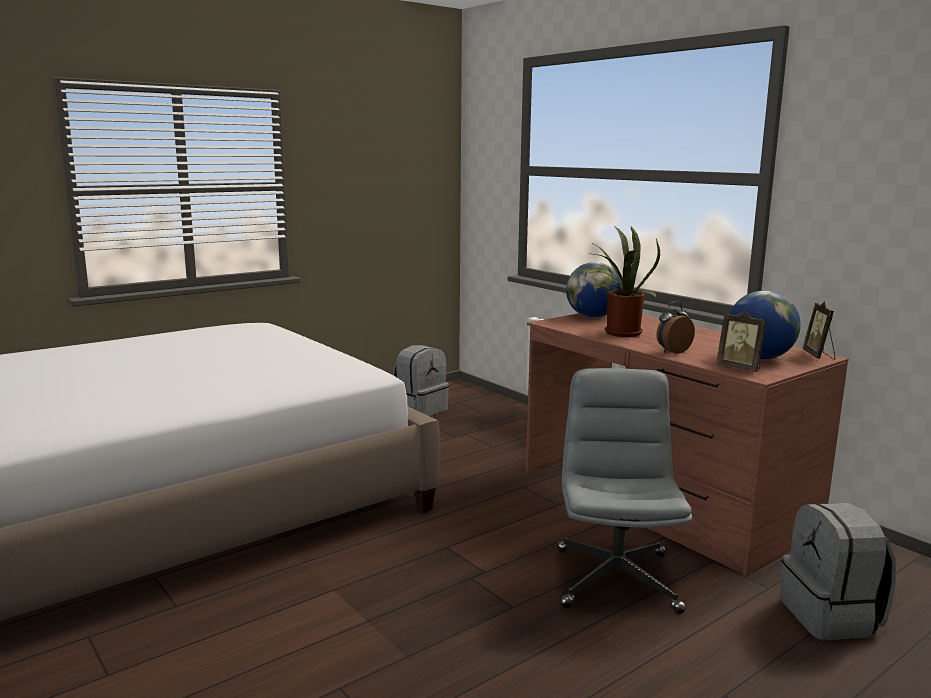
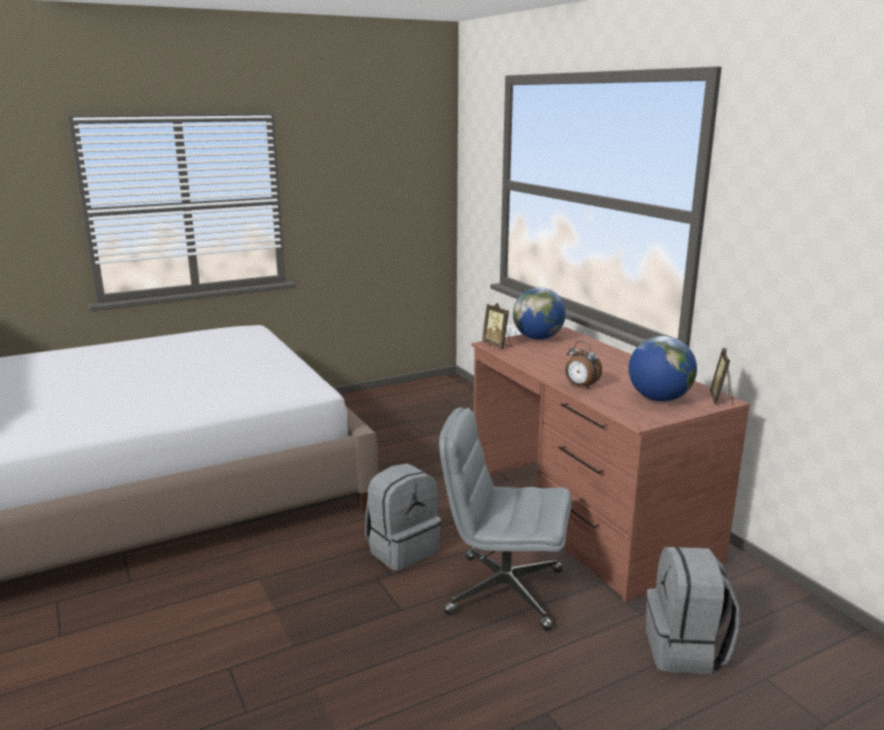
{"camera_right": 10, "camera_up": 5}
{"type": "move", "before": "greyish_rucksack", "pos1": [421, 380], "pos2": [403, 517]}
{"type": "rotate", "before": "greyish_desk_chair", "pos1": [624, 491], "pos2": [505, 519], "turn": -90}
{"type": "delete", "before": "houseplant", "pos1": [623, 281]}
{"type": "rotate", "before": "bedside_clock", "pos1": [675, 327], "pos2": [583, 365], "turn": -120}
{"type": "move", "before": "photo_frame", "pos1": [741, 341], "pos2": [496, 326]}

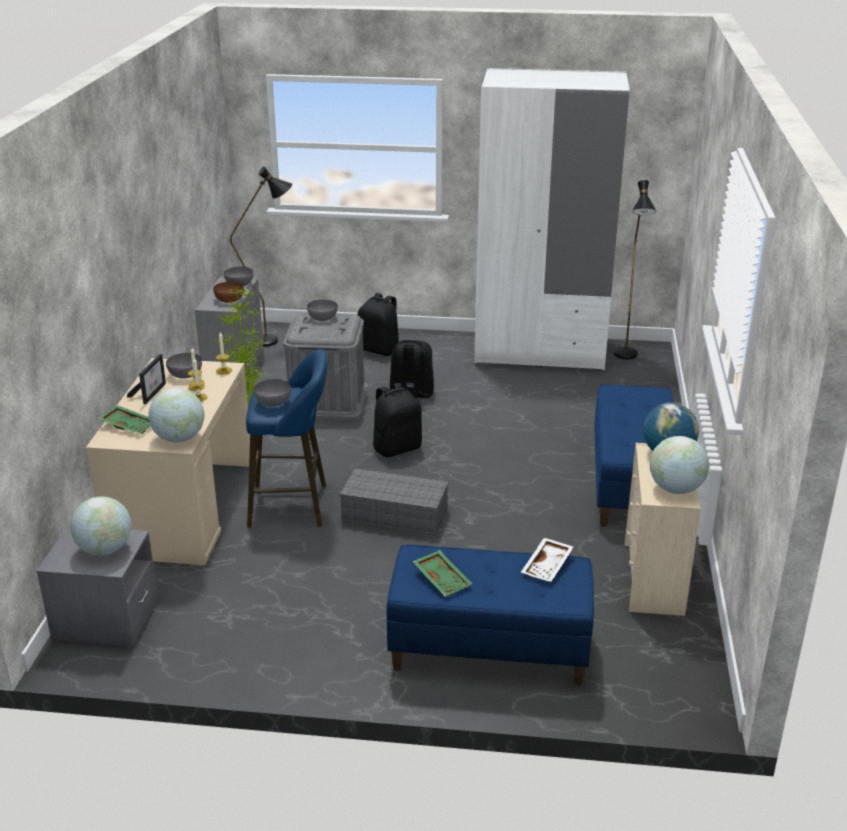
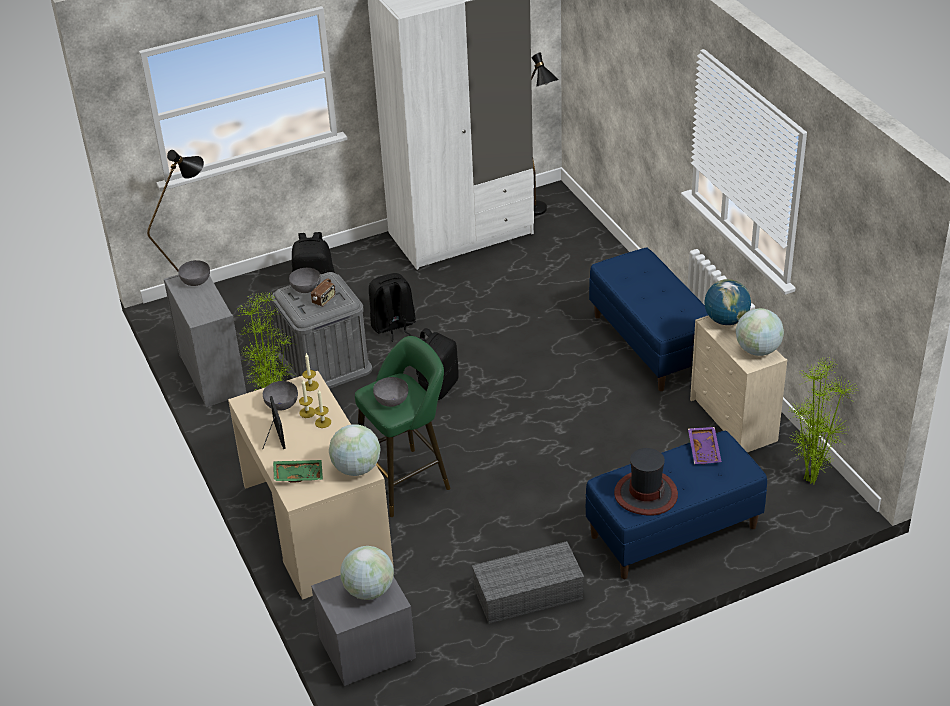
{"camera_right": -30, "camera_up": 10}
{"type": "delete", "before": "brownish_bowl", "pos1": [228, 292]}
{"type": "recolor", "before": "blue-coloured_stool_seat", "after": "greenish_stool_seat", "pos1": [287, 438], "pos2": [402, 426]}
{"type": "move", "before": "greyish_storage_bin", "pos1": [394, 502], "pos2": [528, 582]}
{"type": "replace", "before": "greenish_tray", "after": "wearable_hat", "pos1": [442, 573], "pos2": [646, 482]}
{"type": "recolor", "before": "whitish_tray", "after": "purple-coloured_tray", "pos1": [547, 560], "pos2": [705, 445]}
{"type": "insert", "after": "radio_set", "pos2": [323, 290]}
{"type": "insert", "after": "houseplant", "pos2": [822, 420]}

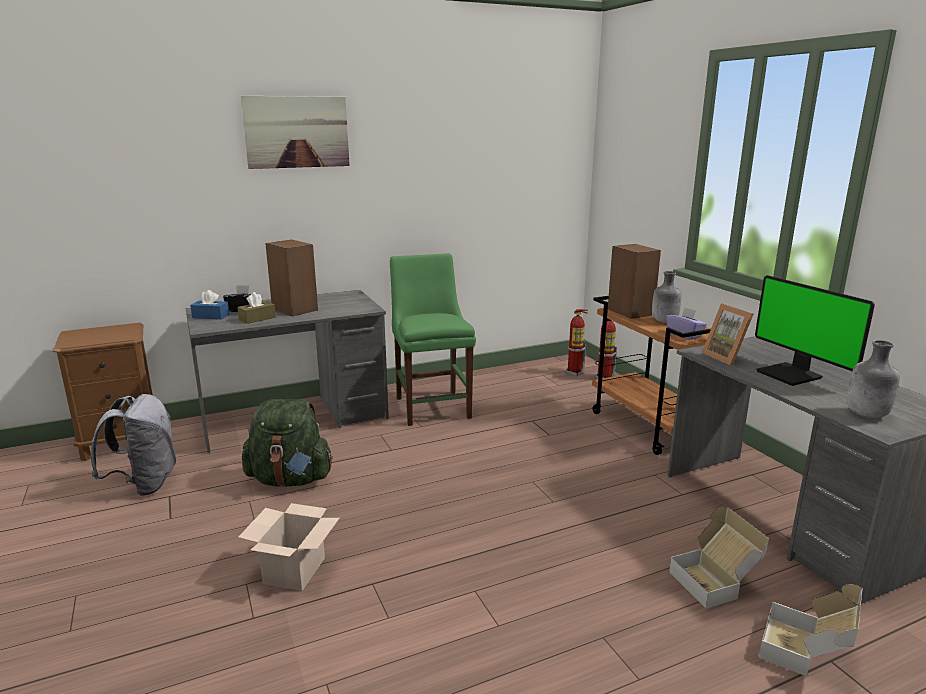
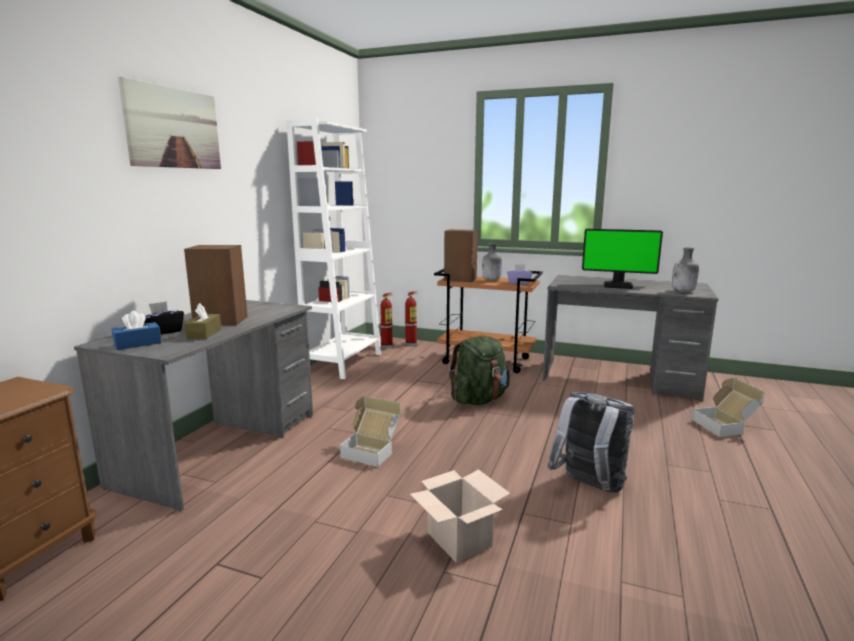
{"camera_right": -45, "camera_up": -5}
{"type": "move", "before": "greyish_rucksack", "pos1": [133, 445], "pos2": [591, 442]}
{"type": "move", "before": "greenish_rucksack", "pos1": [287, 443], "pos2": [479, 370]}
{"type": "delete", "before": "greenish_plain_chair", "pos1": [433, 339]}
{"type": "move", "before": "cardboard_box", "pos1": [719, 558], "pos2": [370, 431]}
{"type": "delete", "before": "photo_frame", "pos1": [727, 334]}
{"type": "insert", "after": "whitish_bookcase", "pos2": [334, 249]}

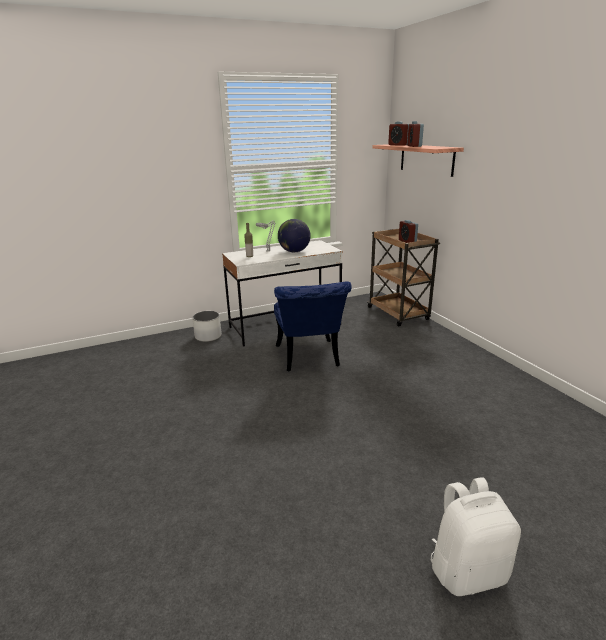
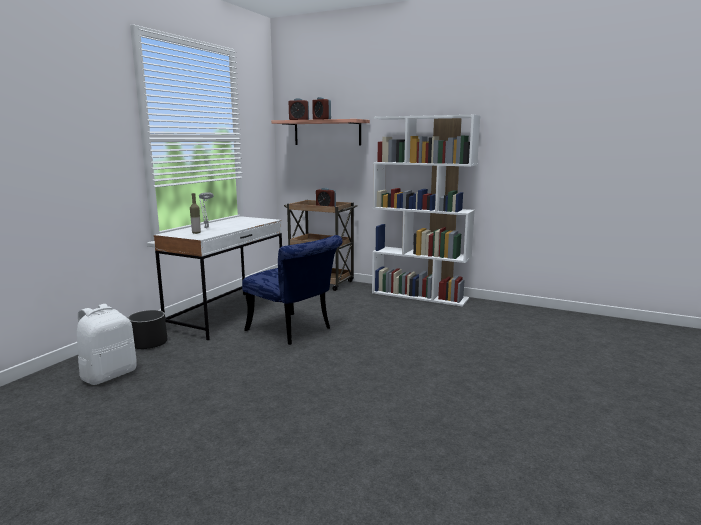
{"camera_right": -40, "camera_up": -10}
{"type": "recolor", "before": "whitish_flower_pot", "after": "blackish_flower_pot", "pos1": [207, 326], "pos2": [147, 330]}
{"type": "delete", "before": "globe", "pos1": [294, 236]}
{"type": "move", "before": "whitish_rucksack", "pos1": [476, 536], "pos2": [107, 344]}
{"type": "insert", "after": "whitish_bookcase", "pos2": [426, 211]}

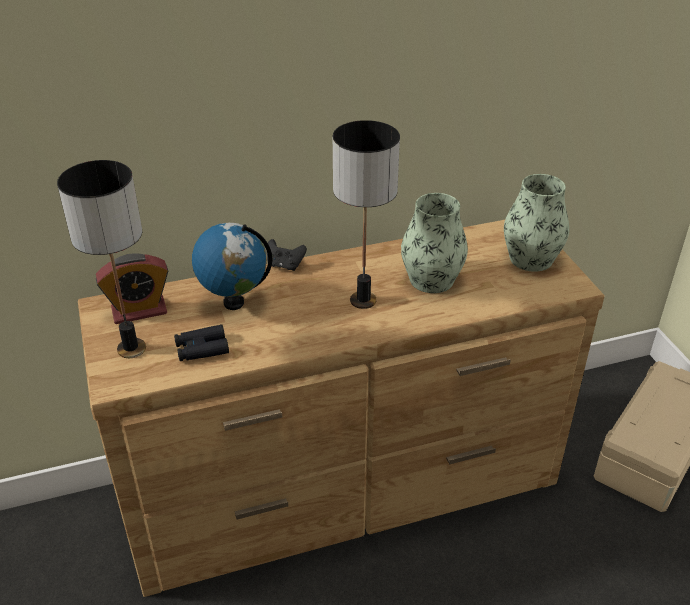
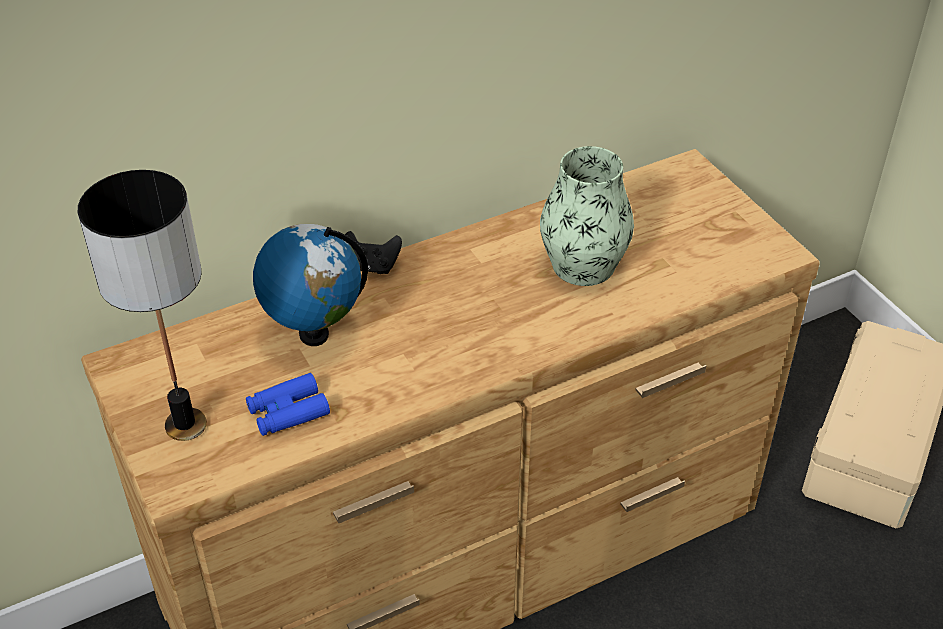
{"camera_right": -10, "camera_up": 5}
{"type": "delete", "before": "bedside_clock", "pos1": [132, 288]}
{"type": "recolor", "before": "blackish_pair_of_binoculars", "after": "blue-coloured_pair_of_binoculars", "pos1": [201, 342], "pos2": [288, 404]}
{"type": "delete", "before": "lamp_for_a_table", "pos1": [366, 214]}
{"type": "delete", "before": "vase", "pos1": [536, 223]}

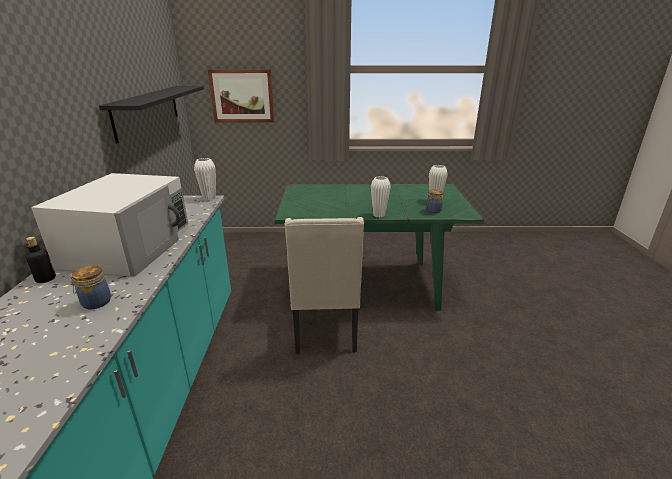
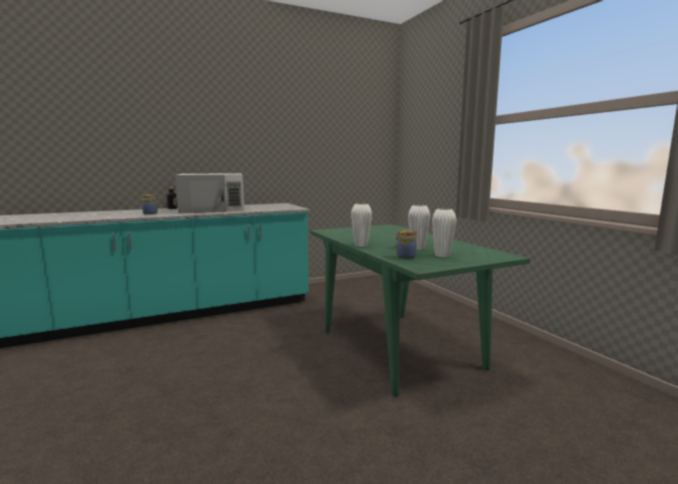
{"camera_right": 65, "camera_up": -15}
{"type": "delete", "before": "blackish_wall_shelf", "pos1": [151, 115]}
{"type": "move", "before": "whitish_vase", "pos1": [205, 179], "pos2": [419, 227]}
{"type": "delete", "before": "picture", "pos1": [241, 95]}
{"type": "delete", "before": "sand-coloured_plain_chair", "pos1": [324, 285]}

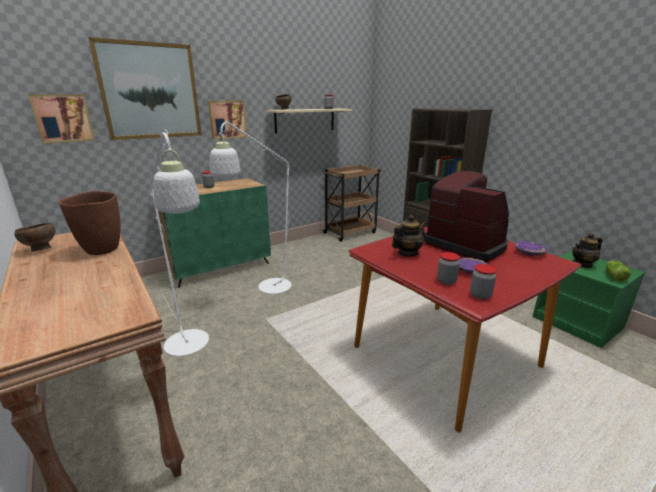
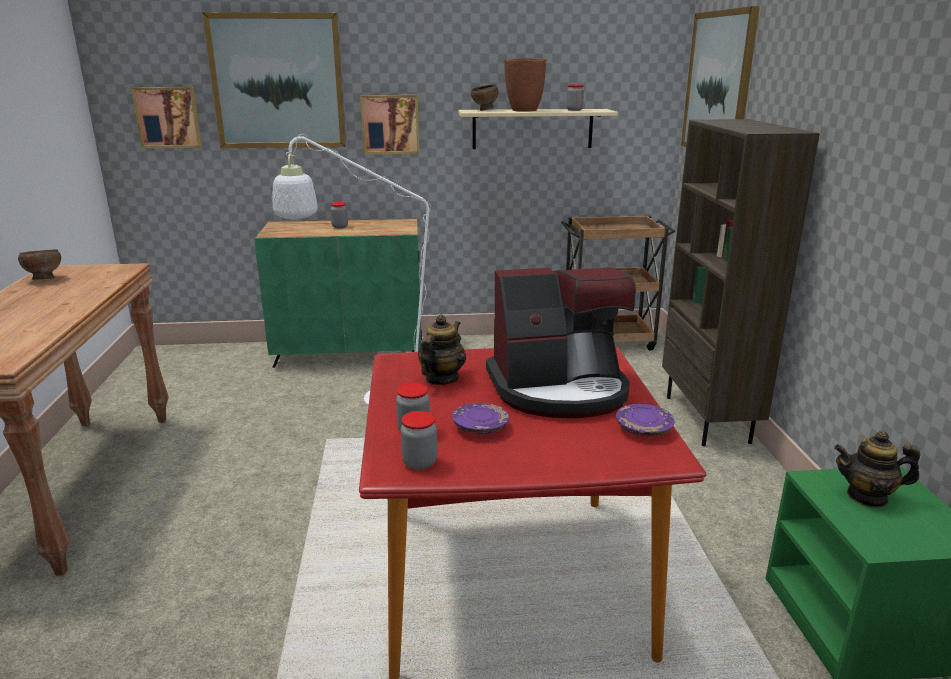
{"camera_right": 30, "camera_up": 0}
{"type": "move", "before": "brownish_vase", "pos1": [90, 223], "pos2": [525, 85]}
{"type": "delete", "before": "whitish_standing_lamp", "pos1": [179, 242]}
{"type": "rotate", "before": "pot_for_tea", "pos1": [409, 236], "pos2": [442, 350], "turn": -60}
{"type": "rotate", "before": "coffee_maker", "pos1": [466, 216], "pos2": [561, 342], "turn": 90}
{"type": "delete", "before": "lettuce_head", "pos1": [618, 270]}
{"type": "insert", "after": "picture", "pos2": [720, 76]}

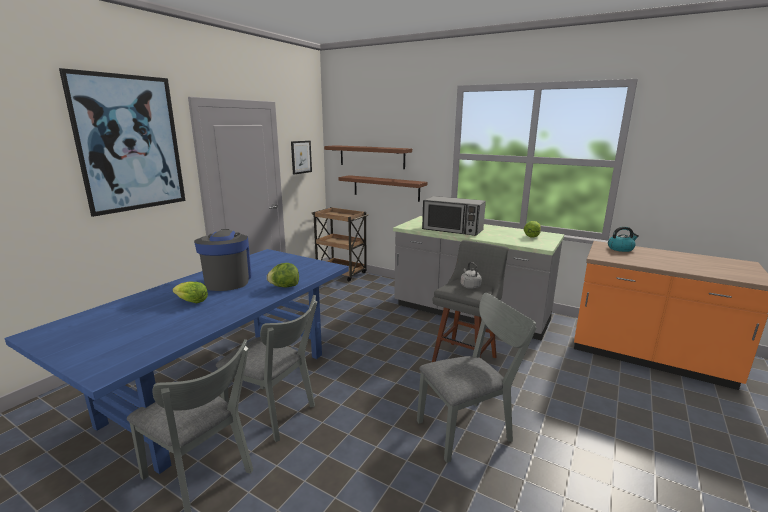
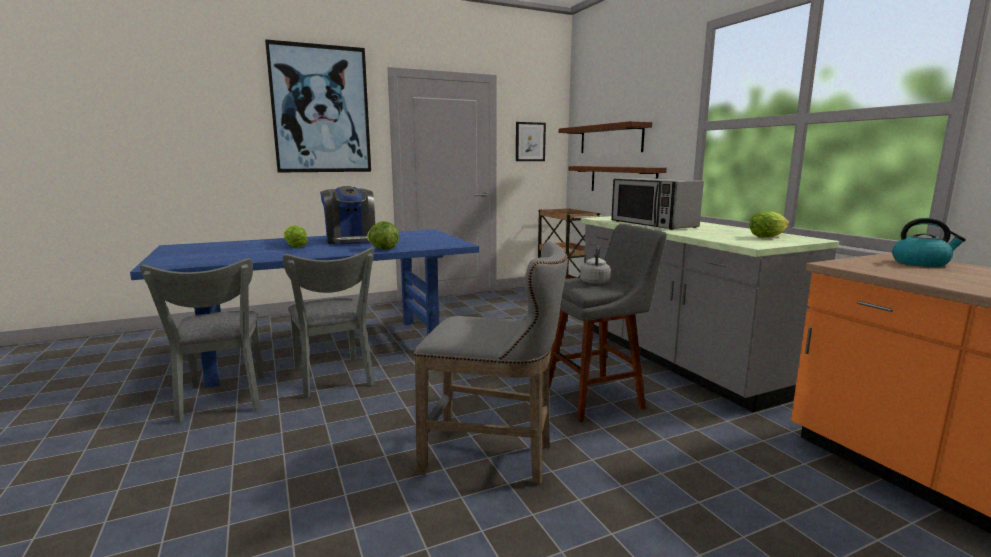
{"camera_right": 35, "camera_up": -5}
{"type": "rotate", "before": "coffee_maker", "pos1": [223, 260], "pos2": [347, 215], "turn": 135}
{"type": "replace", "before": "greyish_plain_chair", "after": "greyish_stool_seat", "pos1": [476, 378], "pos2": [491, 363]}

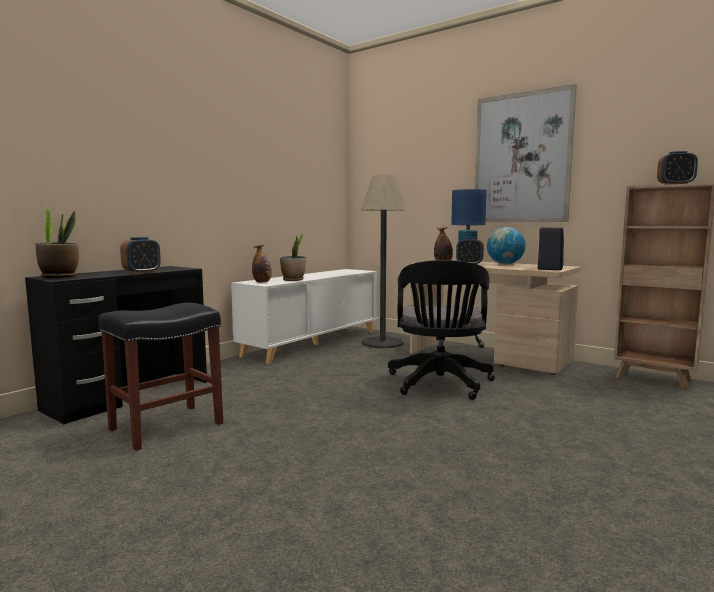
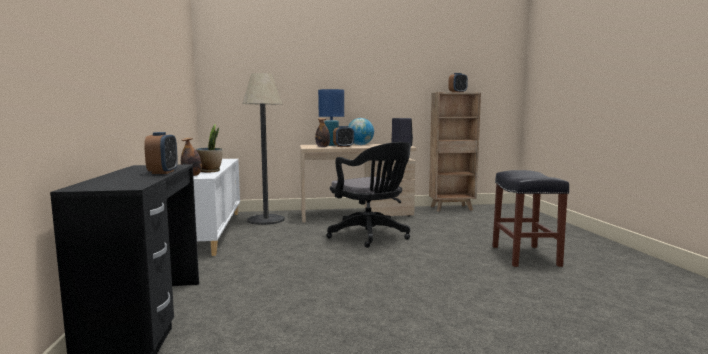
{"camera_right": -45, "camera_up": 0}
{"type": "delete", "before": "houseplant", "pos1": [57, 242]}
{"type": "move", "before": "blackish_stool_seat", "pos1": [160, 377], "pos2": [530, 218]}
{"type": "delete", "before": "picture", "pos1": [526, 153]}

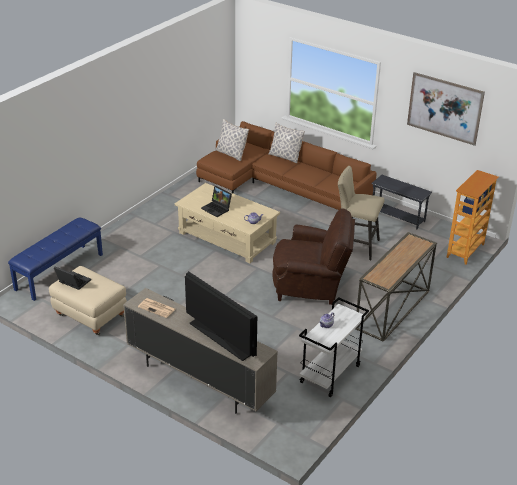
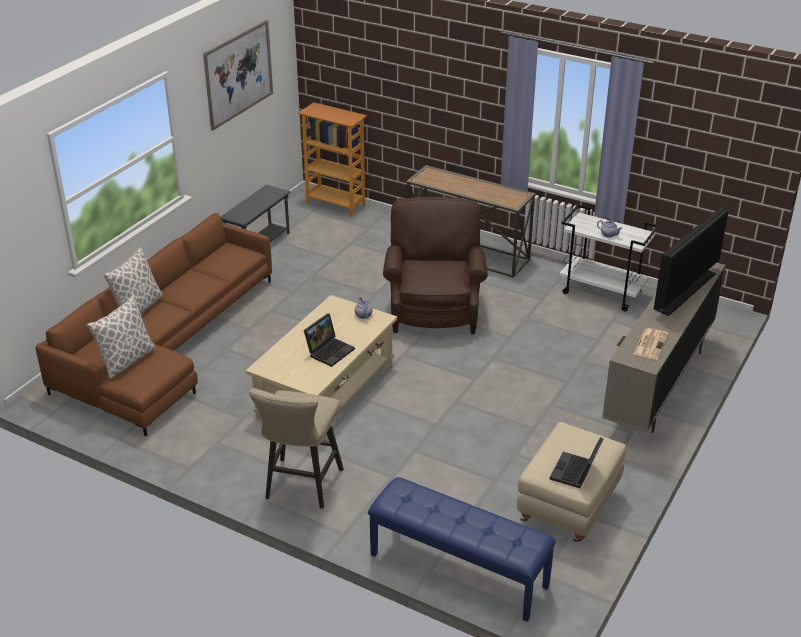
{"camera_right": -95, "camera_up": 0}
{"type": "move", "before": "sand-coloured_stool_seat", "pos1": [361, 213], "pos2": [296, 448]}

